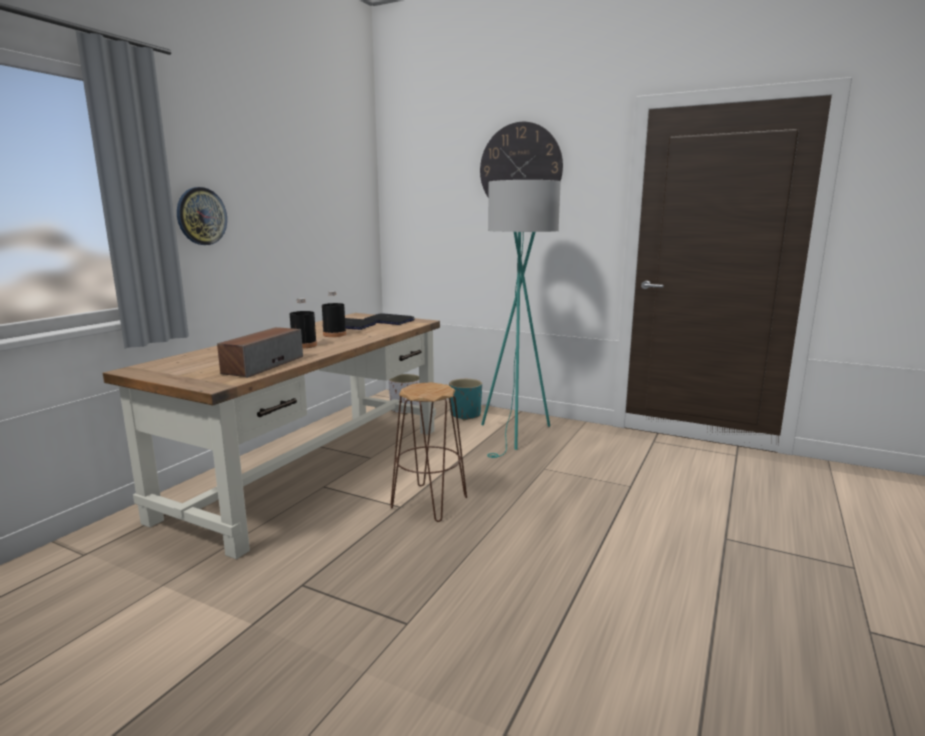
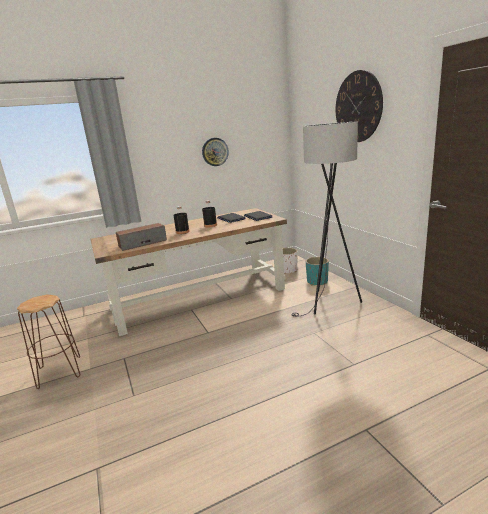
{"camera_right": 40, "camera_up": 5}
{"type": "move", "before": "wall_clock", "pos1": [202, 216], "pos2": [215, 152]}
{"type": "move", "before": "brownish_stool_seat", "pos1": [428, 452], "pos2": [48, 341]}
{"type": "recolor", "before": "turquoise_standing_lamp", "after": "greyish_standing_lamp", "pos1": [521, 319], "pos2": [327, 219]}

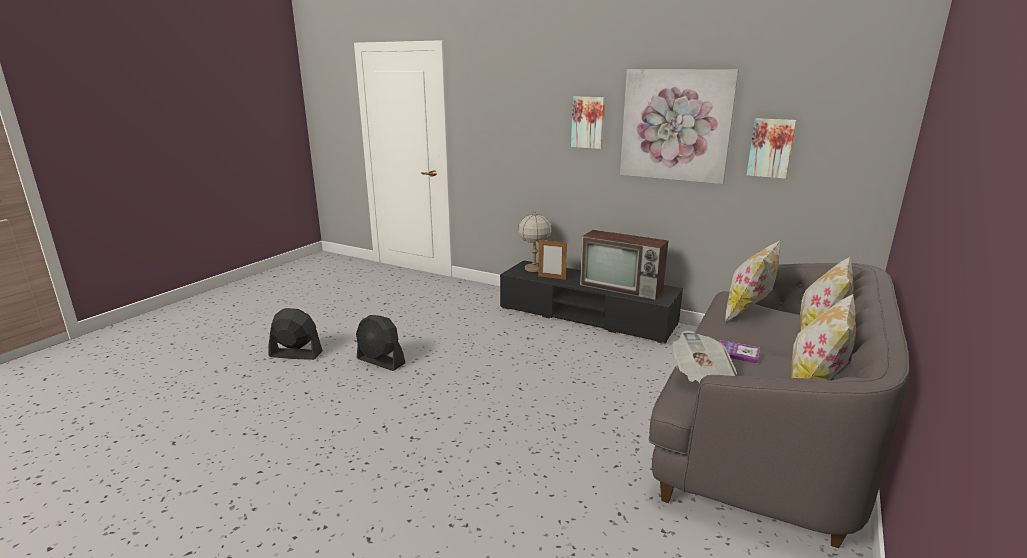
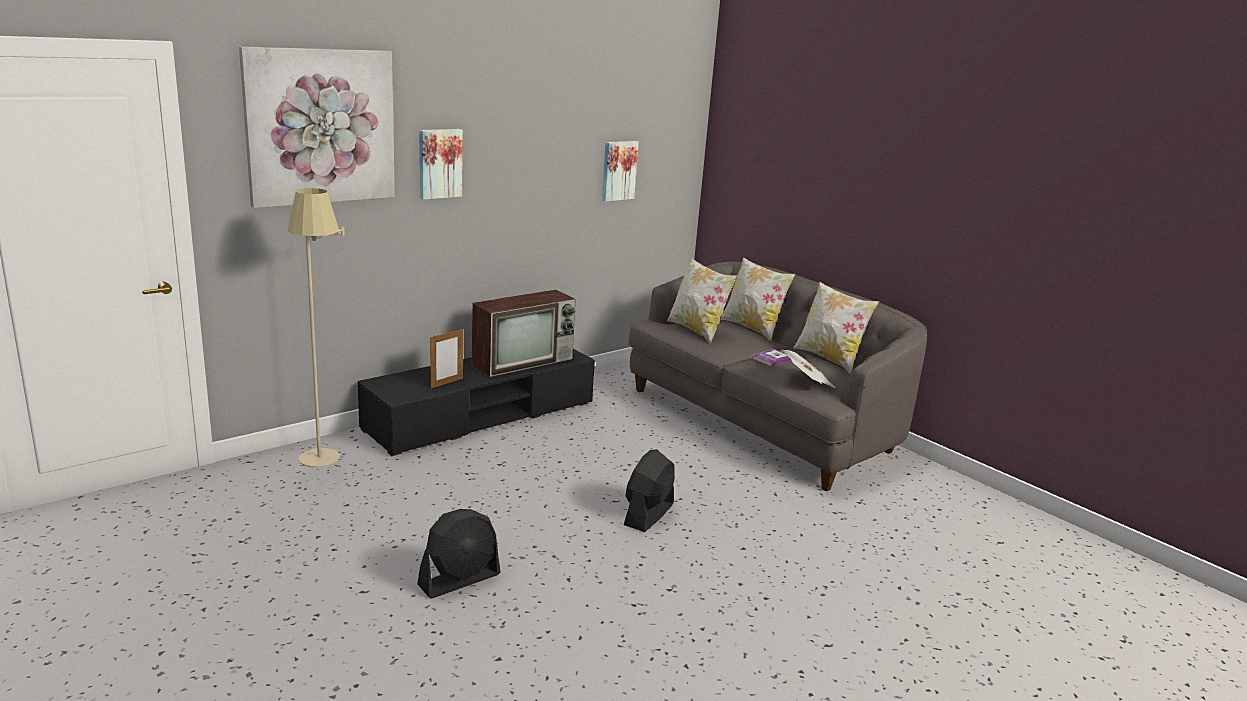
{"camera_right": -70, "camera_up": 0}
{"type": "move", "before": "blackish_cooling_fan", "pos1": [296, 334], "pos2": [649, 490]}
{"type": "delete", "before": "lamp_for_a_table", "pos1": [534, 241]}
{"type": "move", "before": "picture", "pos1": [679, 126], "pos2": [317, 127]}
{"type": "insert", "after": "sand-coloured_standing_lamp", "pos2": [316, 327]}

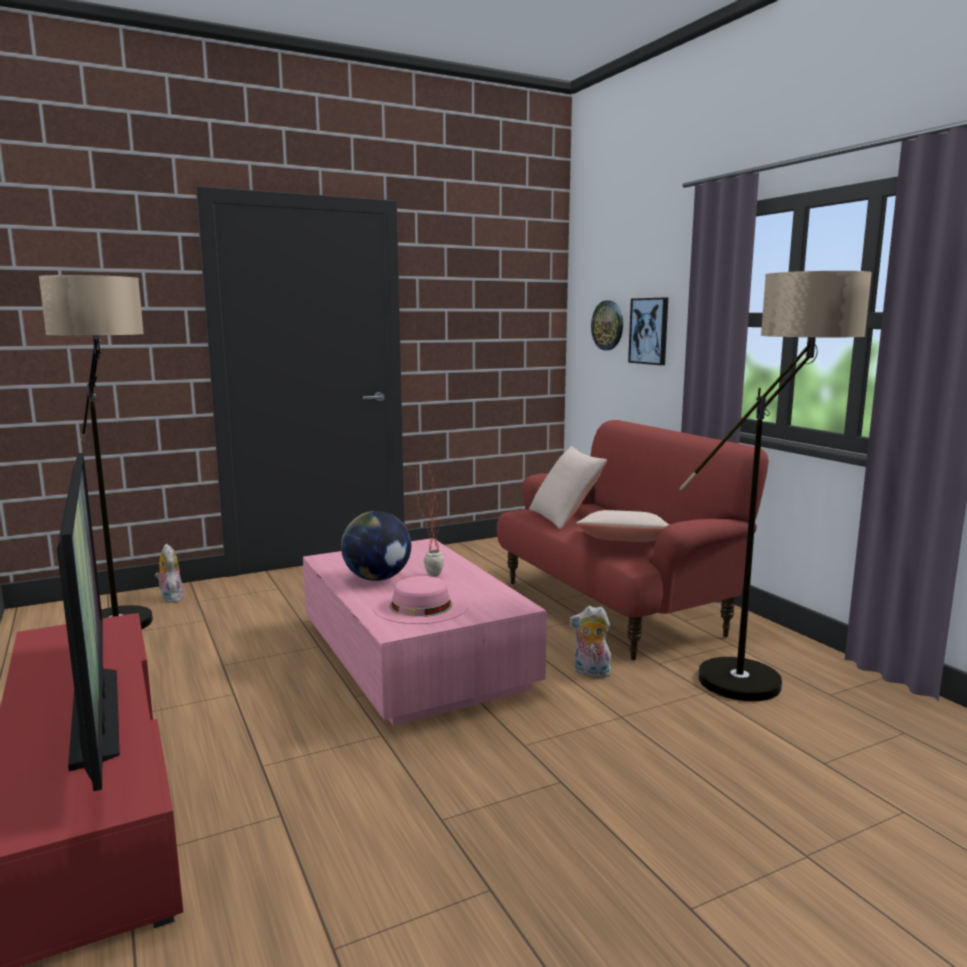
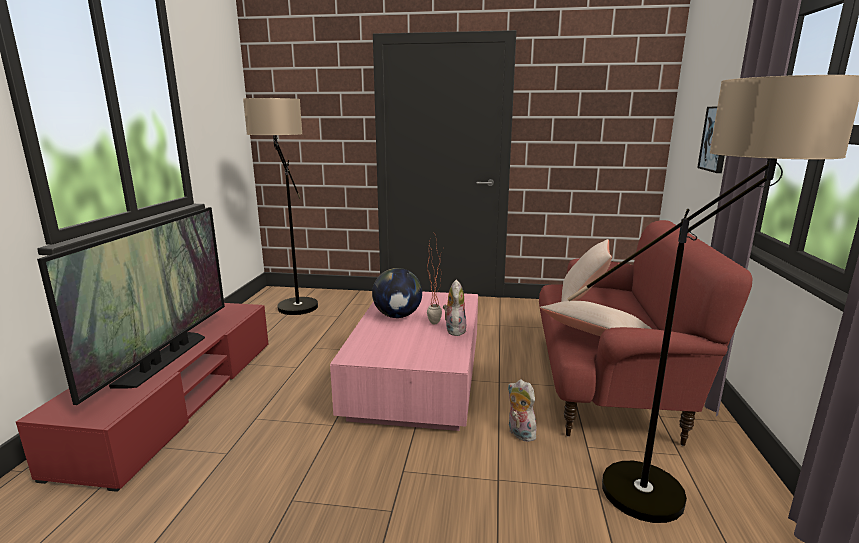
{"camera_right": 35, "camera_up": 5}
{"type": "move", "before": "plush_toy", "pos1": [169, 573], "pos2": [454, 308]}
{"type": "delete", "before": "pinkish_wearable_hat", "pos1": [421, 600]}
{"type": "delete", "before": "wall_clock", "pos1": [607, 325]}

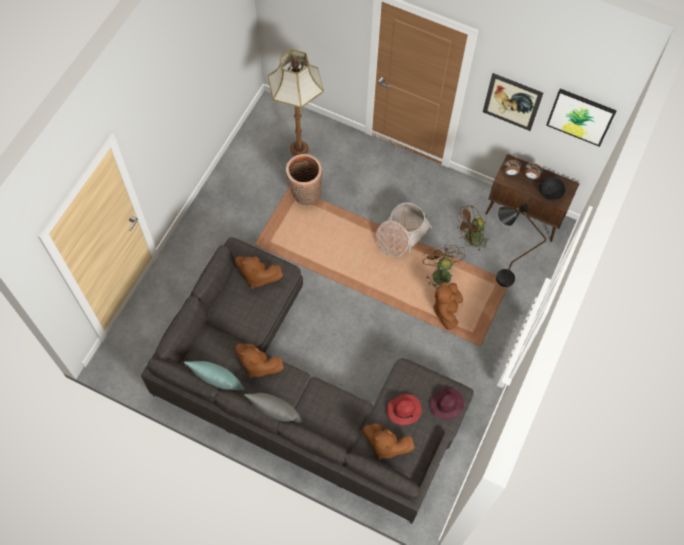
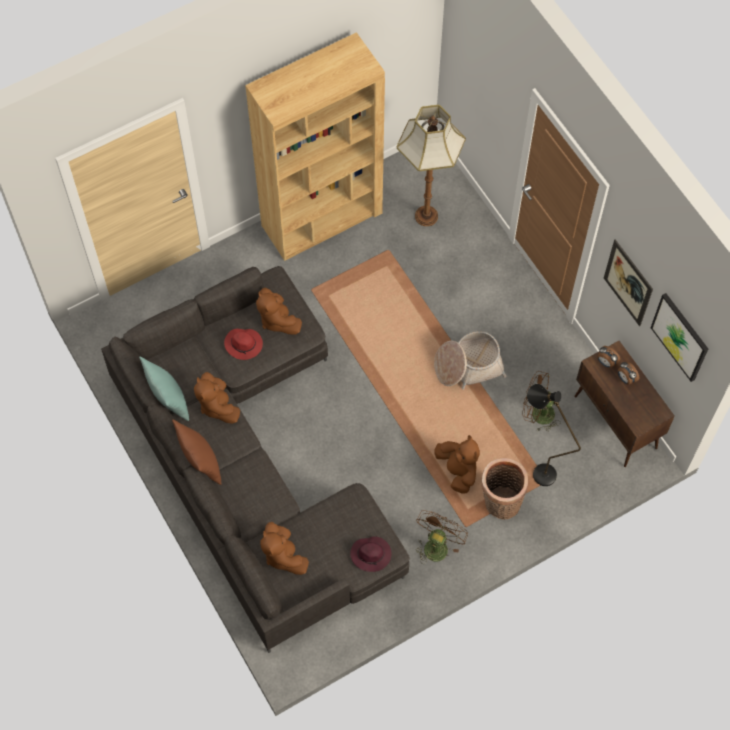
{"camera_right": 35, "camera_up": 0}
{"type": "recolor", "before": "greyish_pillow", "after": "brownish_pillow", "pos1": [273, 408], "pos2": [197, 452]}
{"type": "move", "before": "basket", "pos1": [304, 179], "pos2": [505, 488]}
{"type": "move", "before": "reddish_wearable_hat", "pos1": [404, 409], "pos2": [243, 344]}
{"type": "move", "before": "brownish_cooling_fan", "pos1": [443, 267], "pos2": [442, 537]}
{"type": "rotate", "before": "brownish_plush_toy", "pos1": [448, 306], "pos2": [457, 464], "turn": 105}
{"type": "delete", "before": "blackish_bowl", "pos1": [552, 188]}
{"type": "insert", "after": "brownish_bookcase", "pos2": [315, 146]}

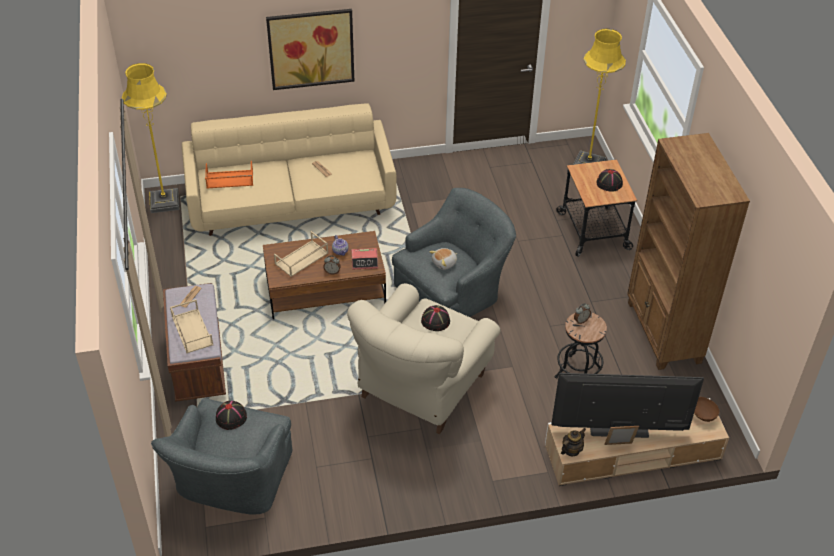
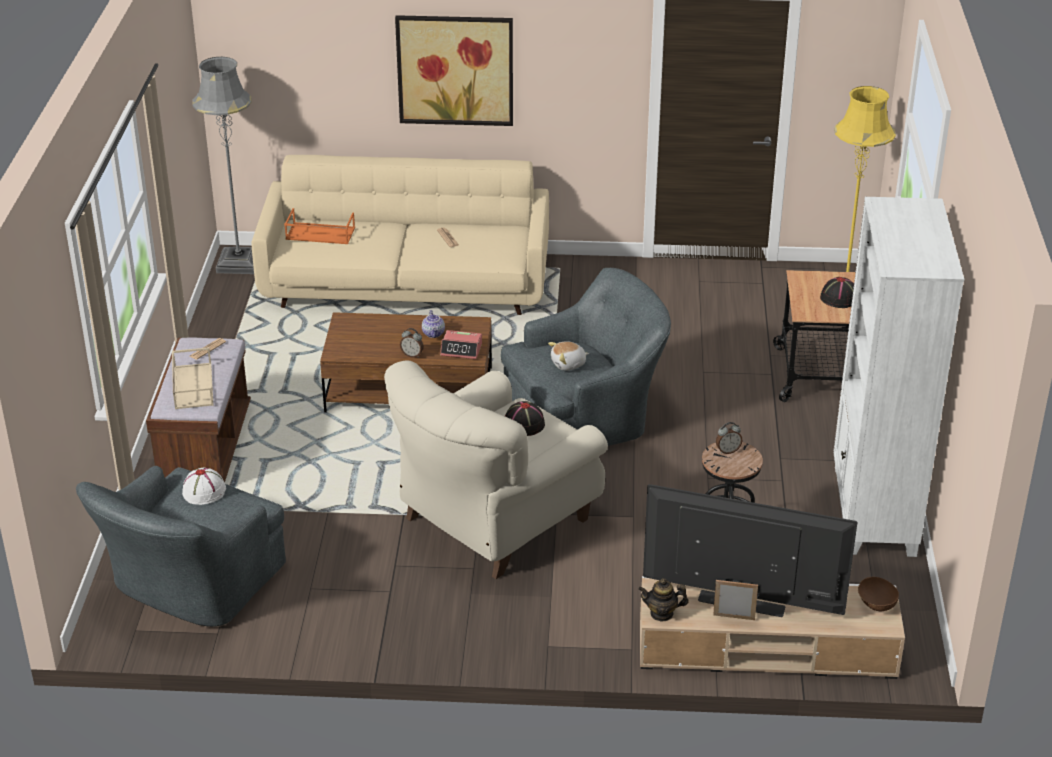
{"camera_right": 15, "camera_up": -10}
{"type": "recolor", "before": "yellowish_standing_lamp", "after": "greyish_standing_lamp", "pos1": [151, 138], "pos2": [223, 165]}
{"type": "recolor", "before": "blackish_wearable_hat", "after": "whitish_wearable_hat", "pos1": [231, 415], "pos2": [204, 486]}
{"type": "delete", "before": "sand-coloured_tray", "pos1": [301, 254]}
{"type": "rotate", "before": "pot_for_tea", "pos1": [573, 442], "pos2": [663, 599], "turn": -150}
{"type": "recolor", "before": "brownish_bookcase", "after": "whitish_bookcase", "pos1": [688, 251], "pos2": [898, 377]}

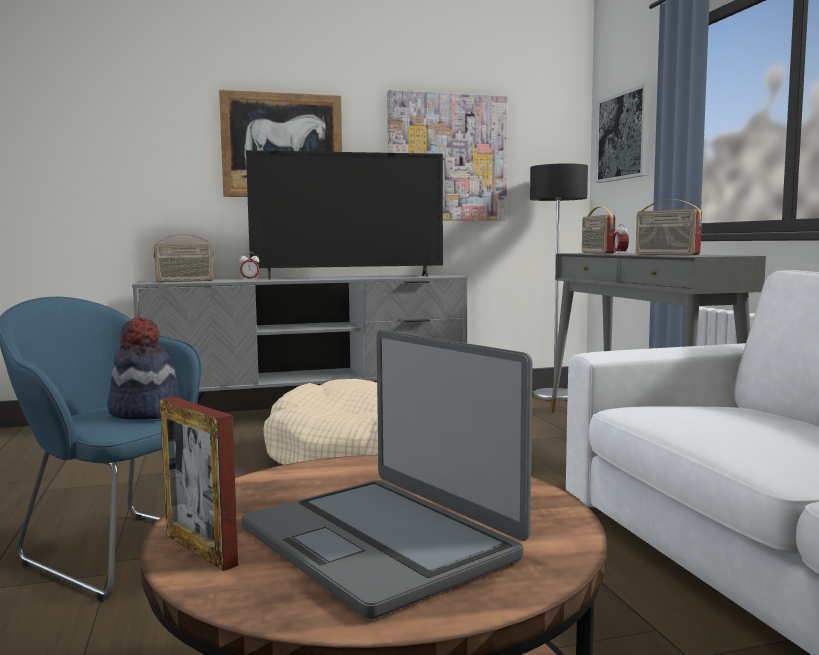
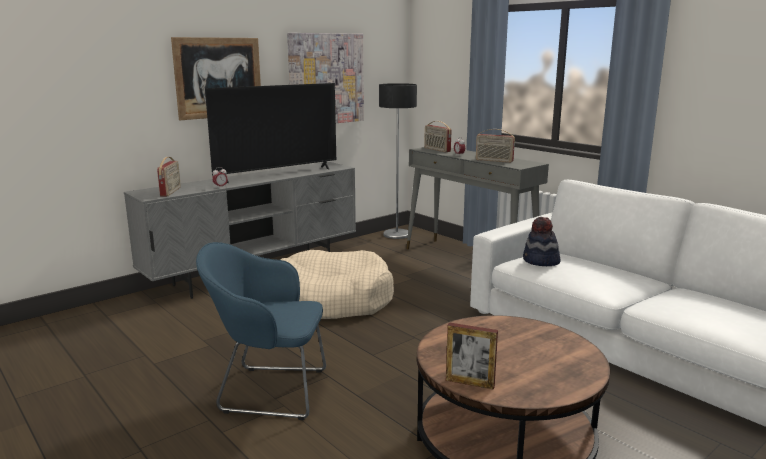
{"camera_right": -25, "camera_up": 10}
{"type": "move", "before": "wearable_hat", "pos1": [144, 368], "pos2": [541, 241]}
{"type": "rotate", "before": "radio_set", "pos1": [183, 258], "pos2": [169, 177], "turn": -45}
{"type": "delete", "before": "portable_computer", "pos1": [387, 474]}
{"type": "delete", "before": "picture", "pos1": [623, 133]}

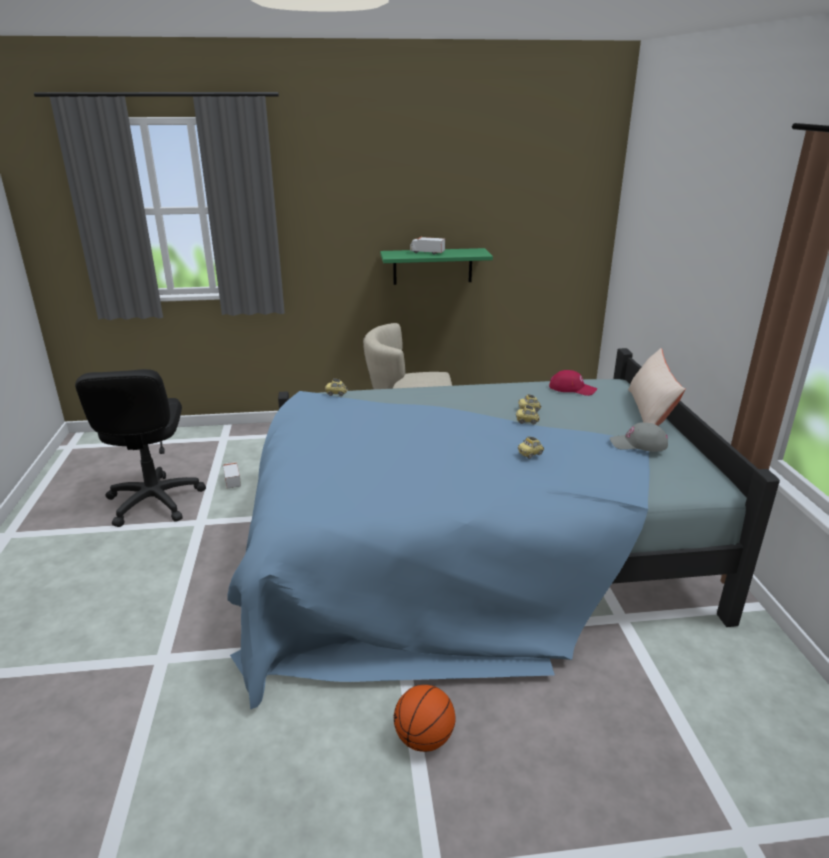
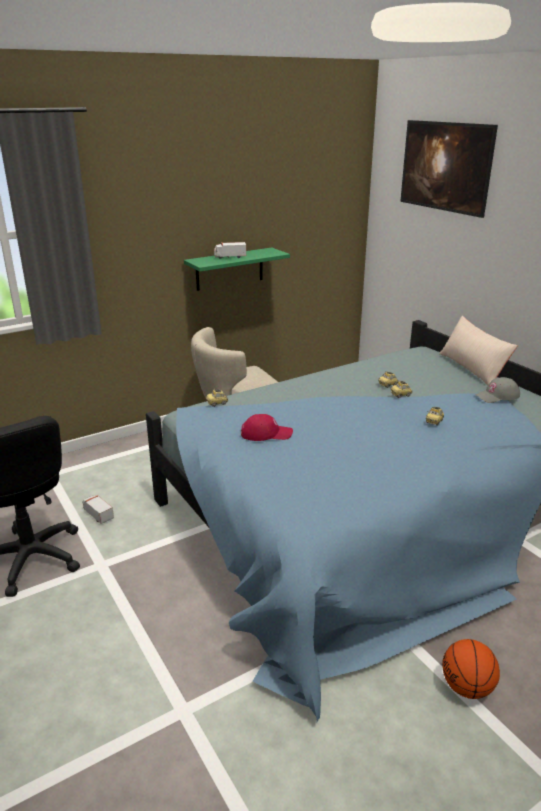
{"camera_right": -25, "camera_up": 0}
{"type": "move", "before": "reddish_baseball_cap", "pos1": [573, 383], "pos2": [267, 427]}
{"type": "insert", "after": "picture", "pos2": [449, 169]}

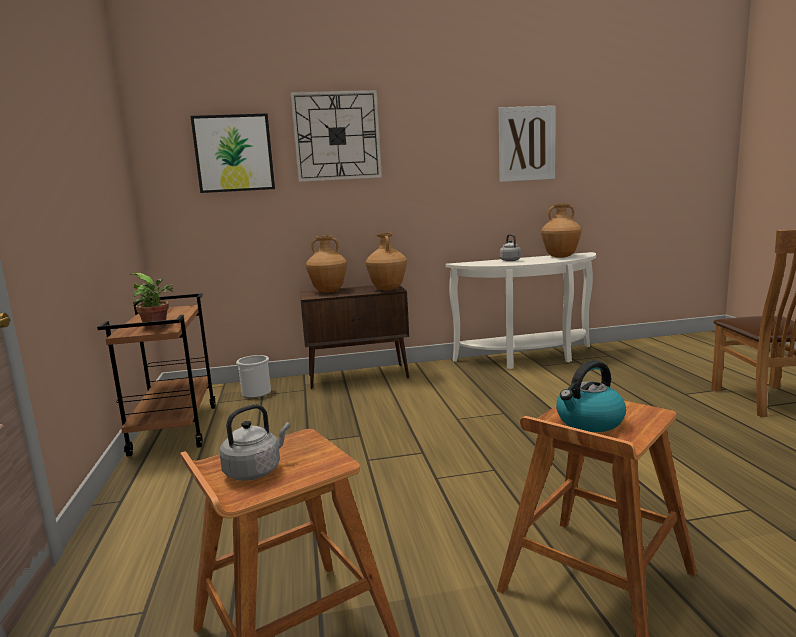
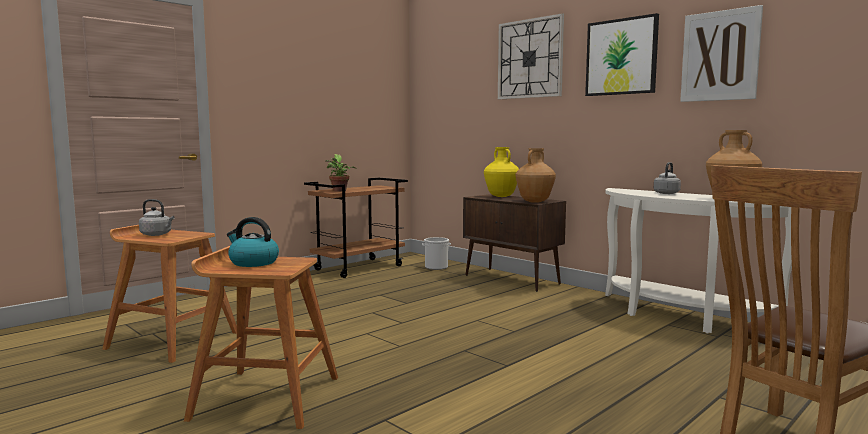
{"camera_right": 55, "camera_up": -5}
{"type": "move", "before": "picture", "pos1": [232, 153], "pos2": [622, 54]}
{"type": "recolor", "before": "brownish_vase", "after": "yellowish_vase", "pos1": [326, 264], "pos2": [501, 172]}

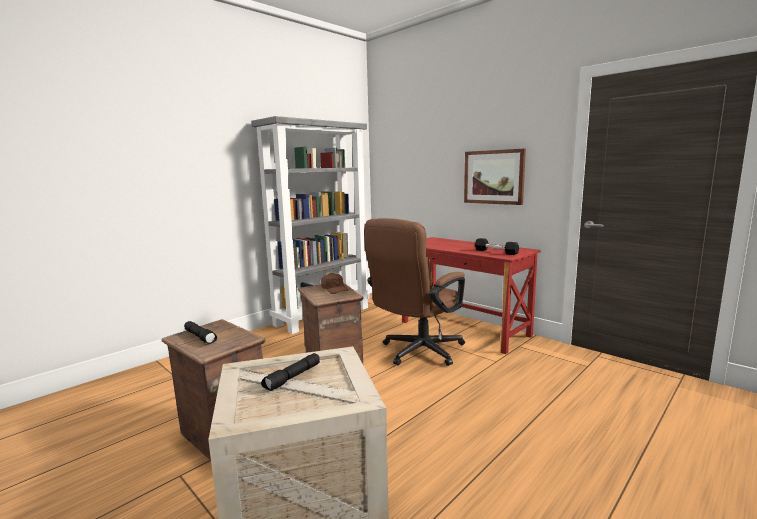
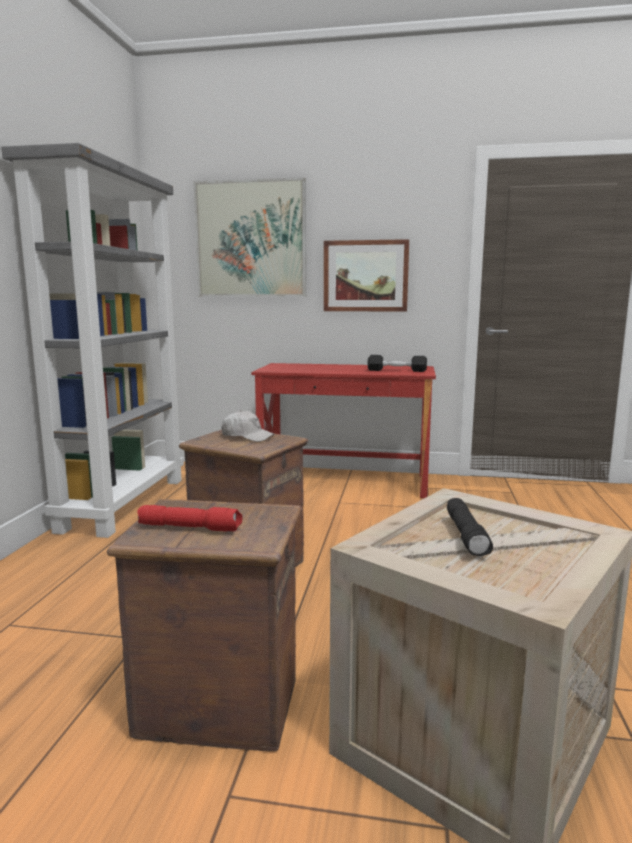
{"camera_right": -35, "camera_up": 0}
{"type": "recolor", "before": "blackish_torch", "after": "reddish_torch", "pos1": [200, 332], "pos2": [189, 518]}
{"type": "recolor", "before": "brownish_baseball_cap", "after": "whitish_baseball_cap", "pos1": [335, 283], "pos2": [248, 426]}
{"type": "delete", "before": "brownish_desk_chair", "pos1": [414, 292]}
{"type": "insert", "after": "picture", "pos2": [249, 237]}

